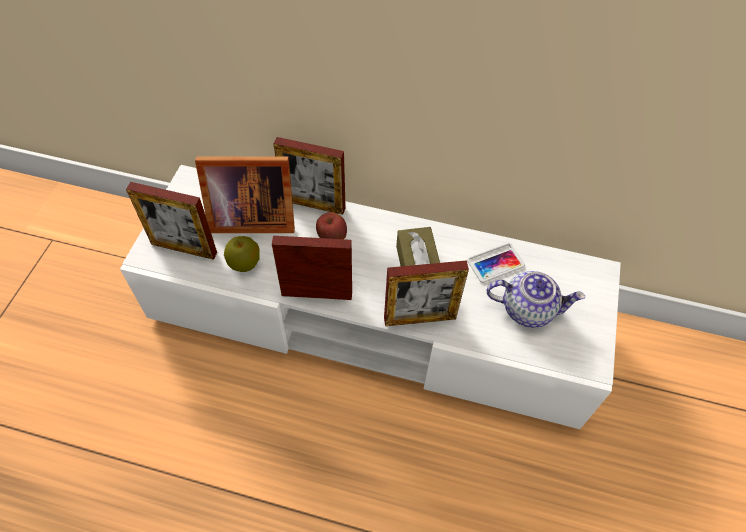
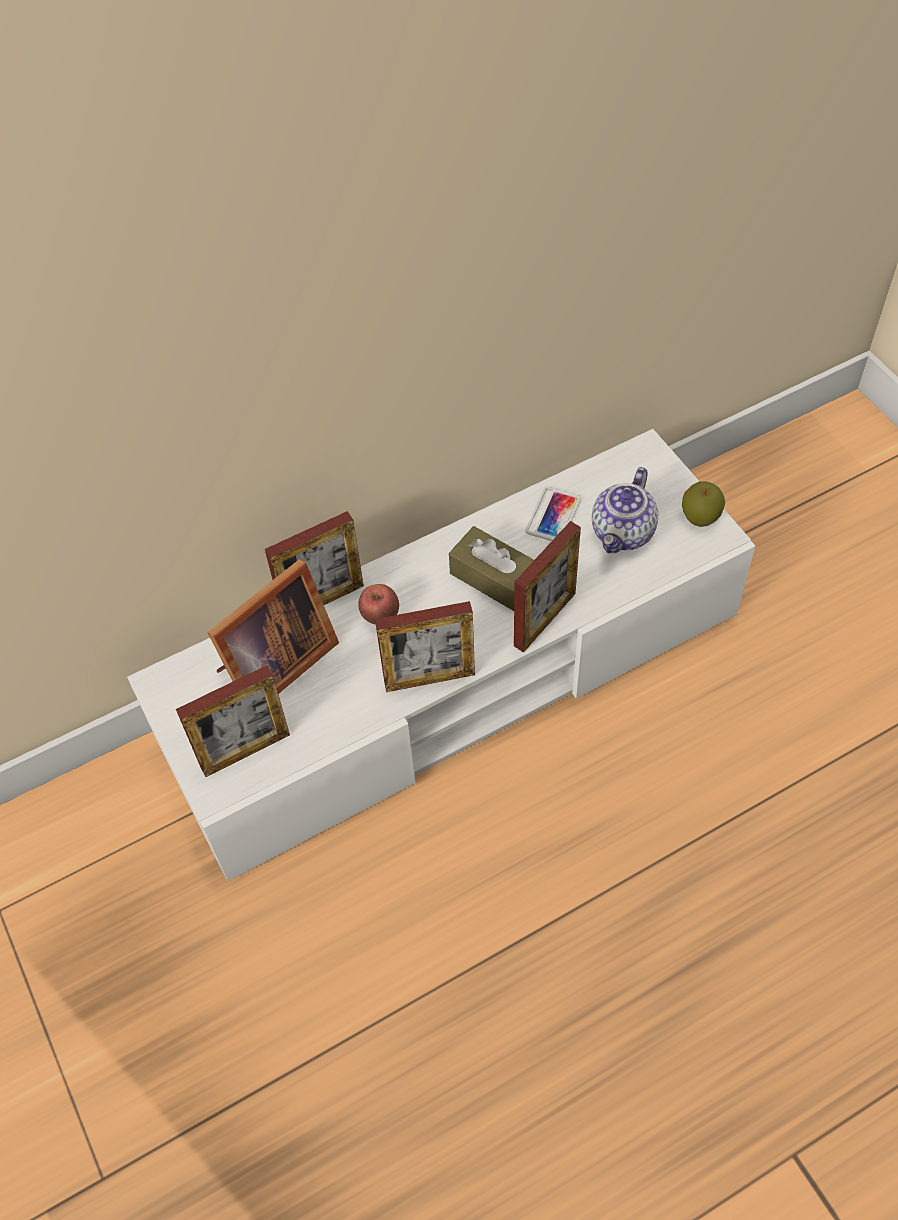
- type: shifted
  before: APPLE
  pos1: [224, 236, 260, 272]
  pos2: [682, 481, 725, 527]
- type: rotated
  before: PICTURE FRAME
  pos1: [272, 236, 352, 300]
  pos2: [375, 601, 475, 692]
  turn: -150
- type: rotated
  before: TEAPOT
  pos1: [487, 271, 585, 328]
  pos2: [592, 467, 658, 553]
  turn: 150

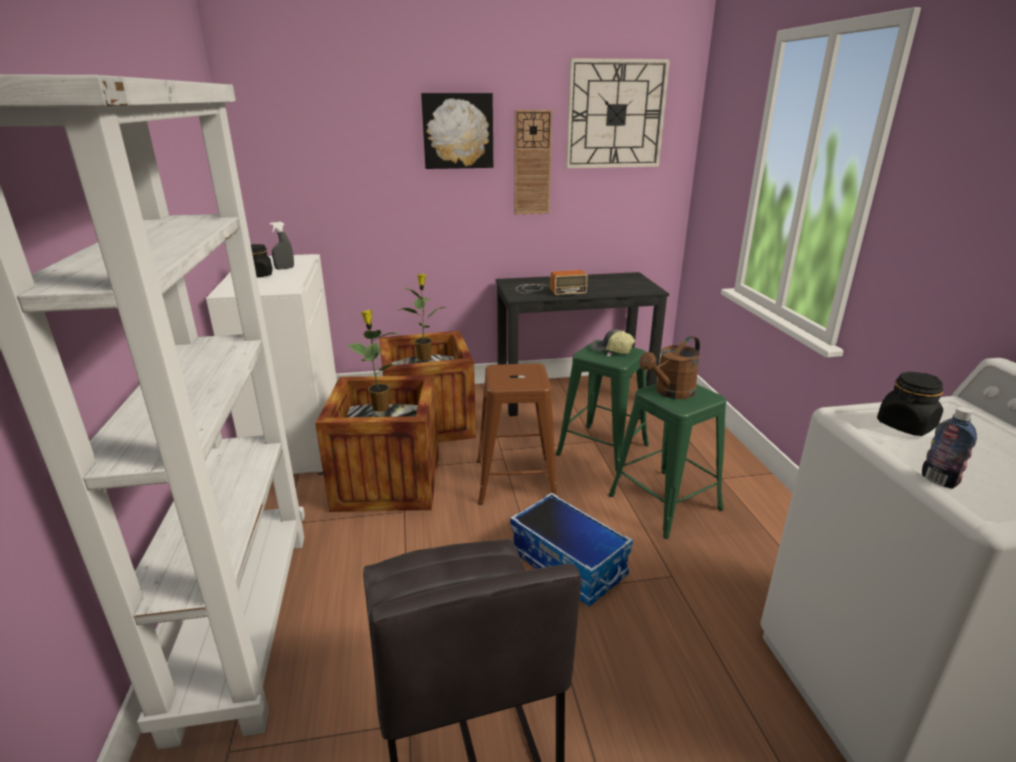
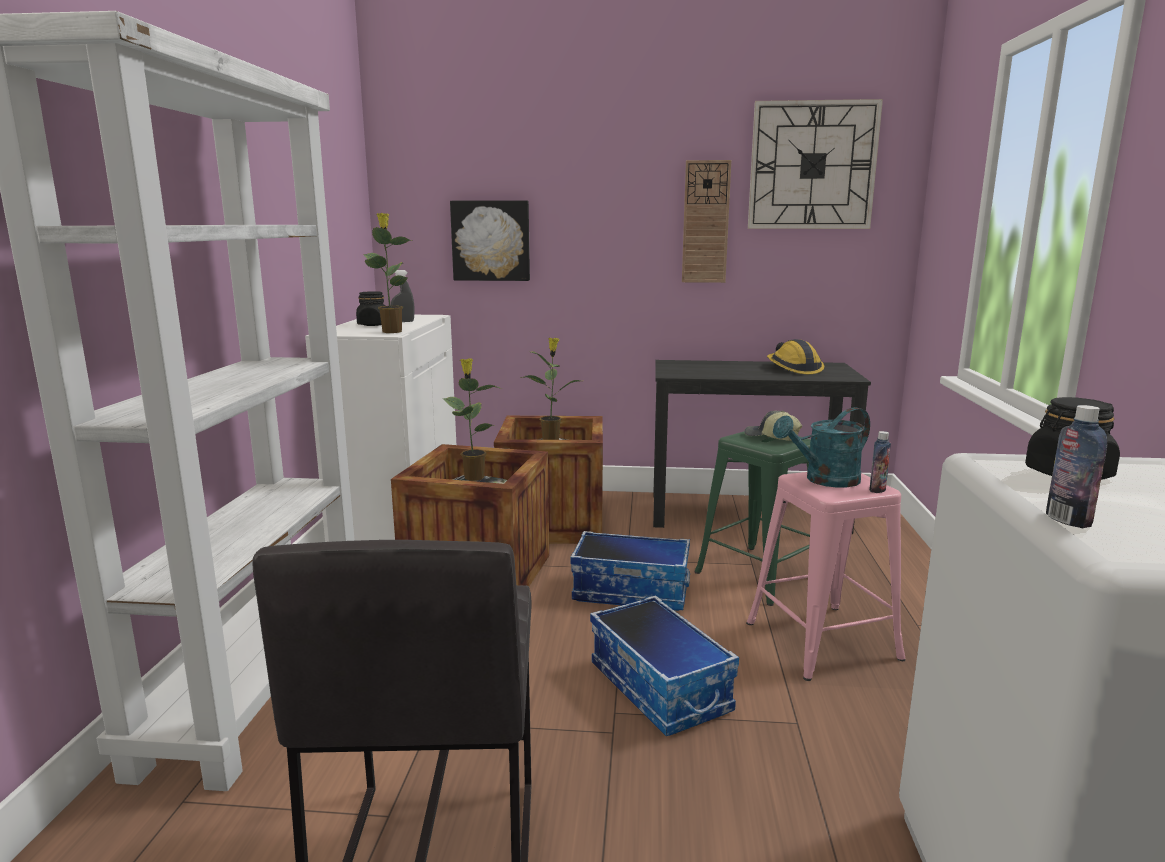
- type: gone
  before: RADIO
  pos1: [516, 270, 588, 295]
- type: new
  after: POTTED PLANT
  pos2: [363, 213, 412, 333]
- type: new
  after: HARD HAT
  pos2: [767, 339, 824, 374]
- type: new
  after: BOTTLE
  pos2: [869, 431, 891, 493]
- type: shifted
  before: PICTURE
  pos1: [421, 93, 493, 169]
  pos2: [450, 200, 530, 281]
- type: swapped
  before: BROWN STOOL
  after: STORAGE BOX
  pos1: [477, 363, 558, 505]
  pos2: [570, 531, 690, 611]
- type: repainted
  before: GREEN STOOL
  after: PINK STOOL
  pos1: [608, 384, 727, 539]
  pos2: [746, 472, 905, 681]
- type: repainted
  before: BROWN WATERING CAN
  after: TURQUOISE WATERING CAN
  pos1: [639, 336, 700, 399]
  pos2: [773, 407, 870, 488]

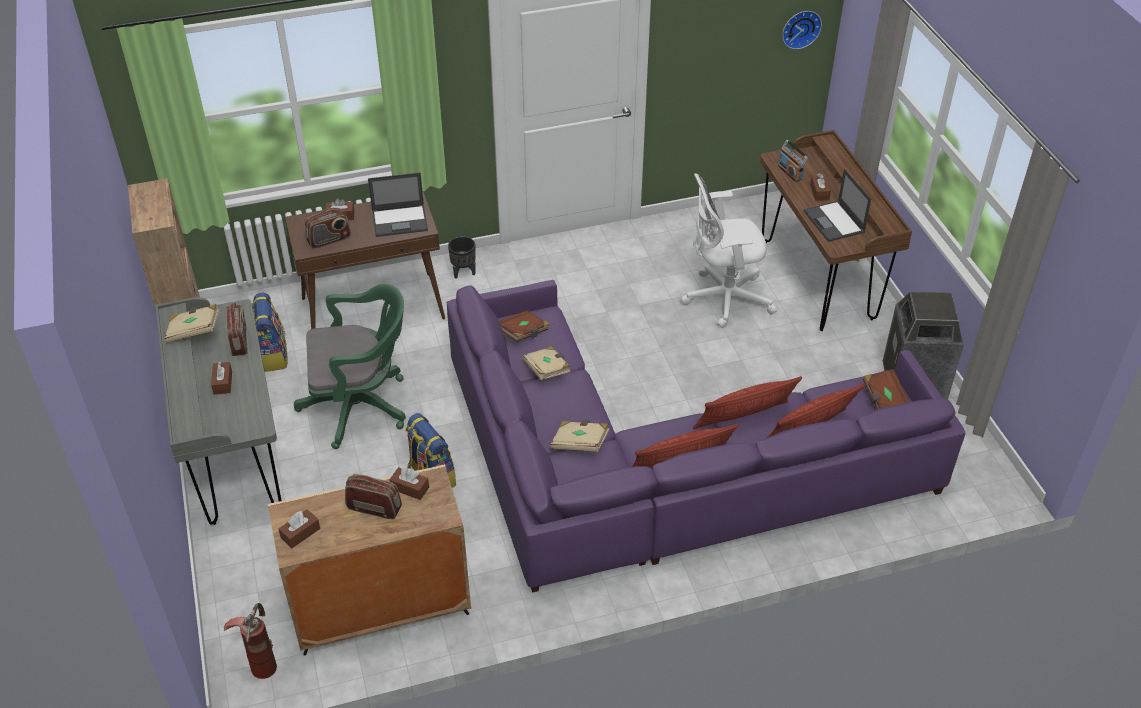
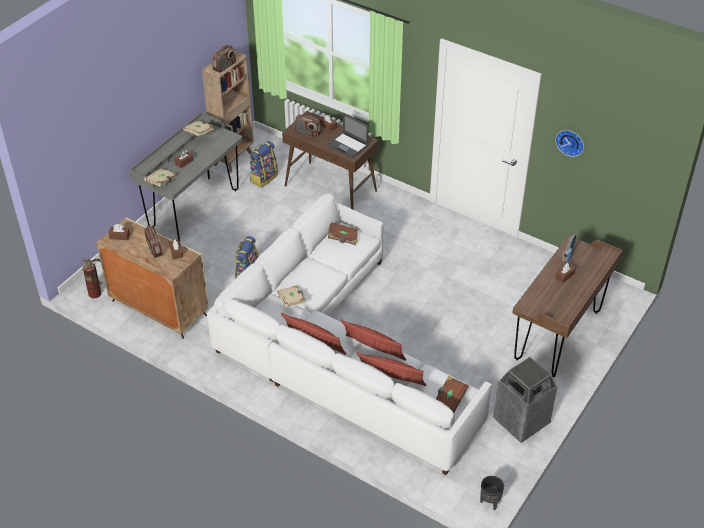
- type: gone
  before: GREEN OFFICE CHAIR
  pos1: [294, 284, 406, 449]
- type: gone
  before: WHITE OFFICE CHAIR
  pos1: [681, 173, 777, 328]
- type: gone
  before: LAPTOP
  pos1: [804, 169, 871, 242]
- type: shifted
  before: RADIO
  pos1: [226, 303, 247, 356]
  pos2: [212, 45, 236, 73]
- type: shifted
  before: BLACK PLANTER
  pos1: [448, 236, 476, 279]
  pos2: [480, 476, 504, 510]
- type: shifted
  before: BEIGE BOOK
  pos1: [522, 346, 570, 380]
  pos2: [144, 168, 177, 187]
- type: shifted
  before: WALL CLOCK
  pos1: [782, 11, 822, 49]
  pos2: [555, 130, 584, 157]
- type: repainted
  before: PURPLE SOFA
  after: WHITE SOFA
  pos1: [447, 280, 965, 593]
  pos2: [207, 194, 492, 475]

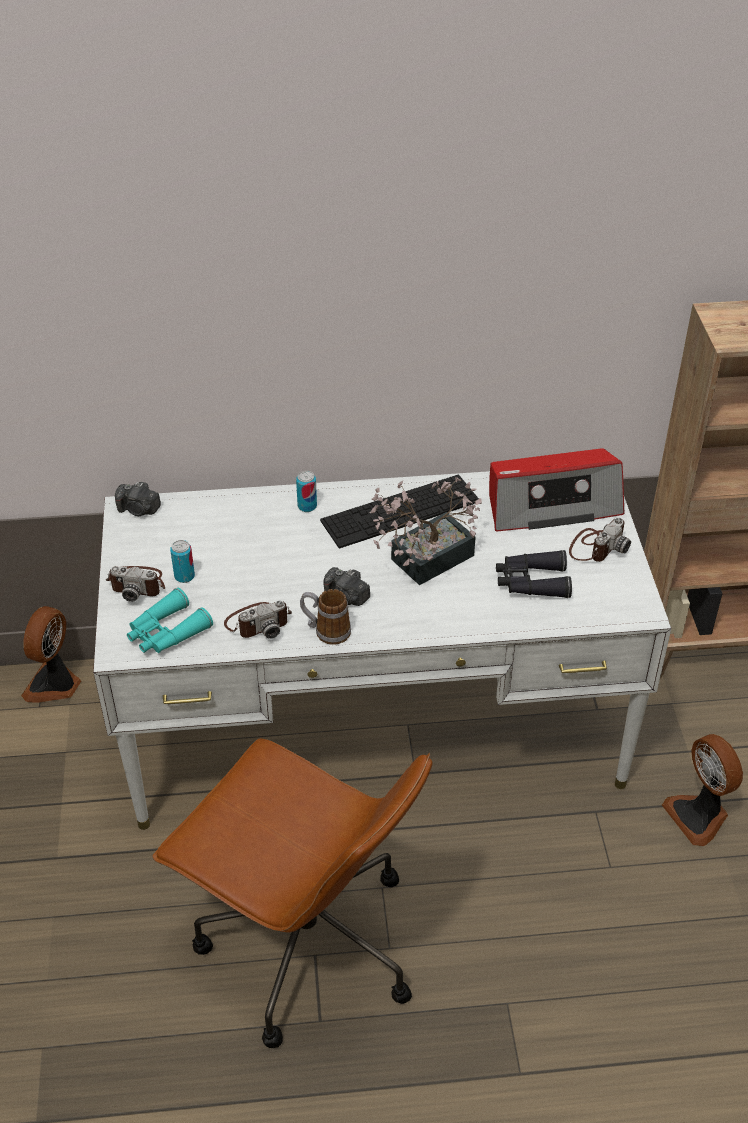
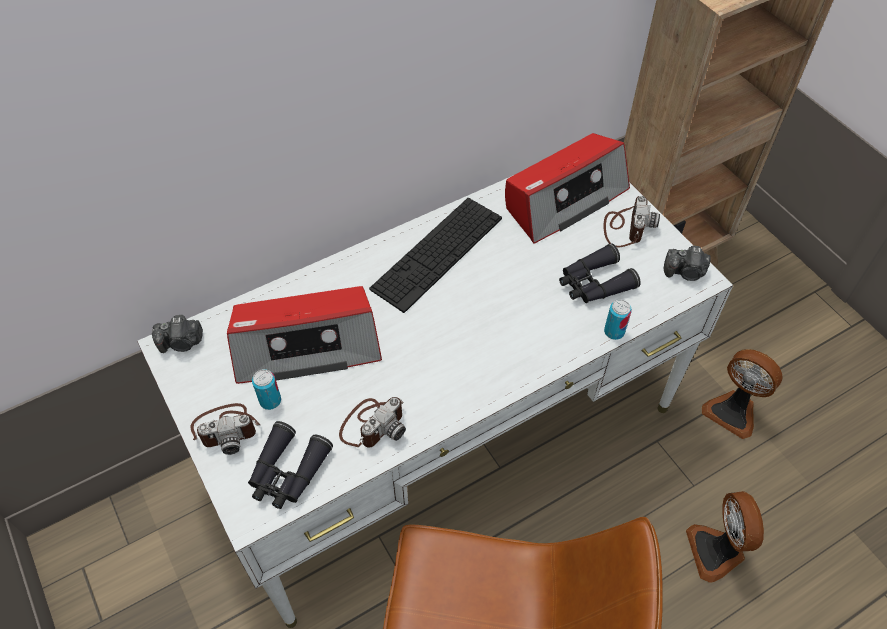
- type: gone
  before: MUG
  pos1: [300, 589, 351, 645]
- type: gone
  before: POTTED PLANT
  pos1: [369, 477, 482, 585]
- type: new
  after: RADIO
  pos2: [227, 286, 382, 384]
- type: shifted
  before: FAN
  pos1: [21, 606, 81, 703]
  pos2: [686, 491, 764, 582]
- type: shifted
  before: CAN
  pos1: [296, 471, 317, 512]
  pos2: [604, 300, 632, 340]
- type: shifted
  before: PHOTO CAMERA
  pos1: [324, 567, 370, 606]
  pos2: [664, 245, 711, 281]
- type: repainted
  before: TURQUOISE BINOCULARS
  after: BLACK BINOCULARS
  pos1: [127, 588, 213, 653]
  pos2: [248, 421, 333, 509]

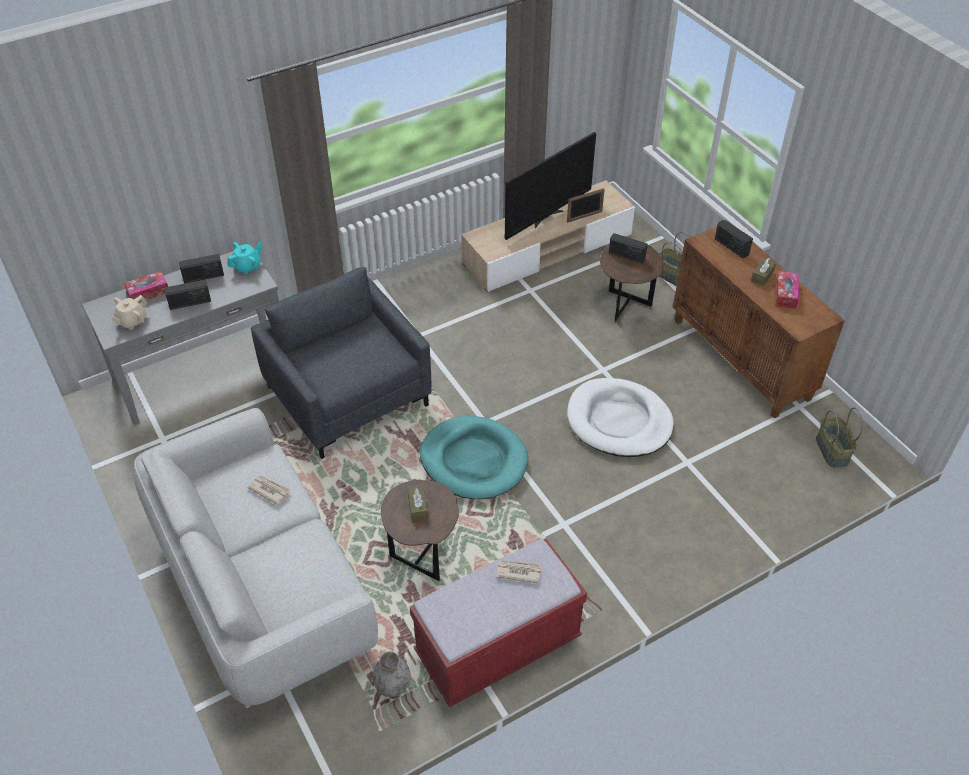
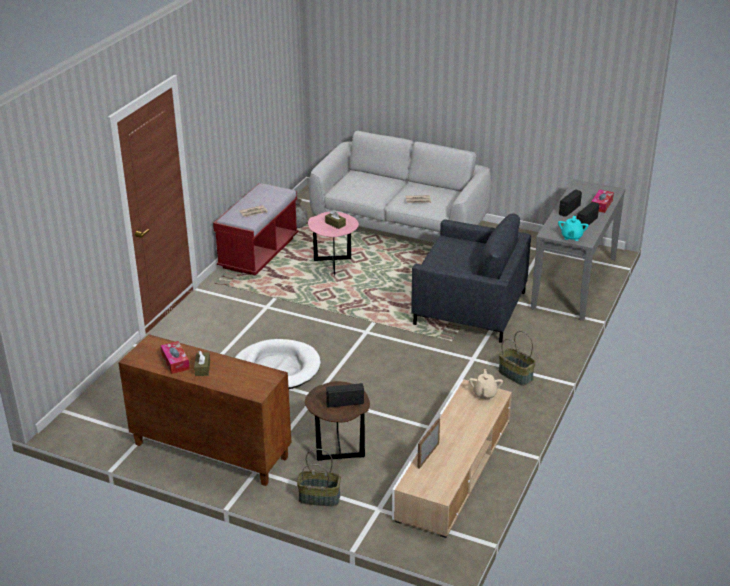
- type: gone
  before: TURQUOISE DOG BED
  pos1: [420, 416, 528, 499]
- type: gone
  before: TELEVISION
  pos1: [505, 132, 596, 240]
- type: gone
  before: RADIO
  pos1: [715, 220, 753, 259]
- type: shifted
  before: BEIGE TEAPOT
  pos1: [109, 295, 147, 330]
  pos2: [469, 369, 503, 399]
- type: shifted
  before: BASKET
  pos1: [816, 407, 863, 468]
  pos2: [499, 331, 536, 385]
- type: repainted
  before: BROWN SIDE TABLE
  after: PINK SIDE TABLE
  pos1: [381, 480, 459, 581]
  pos2: [308, 212, 359, 275]

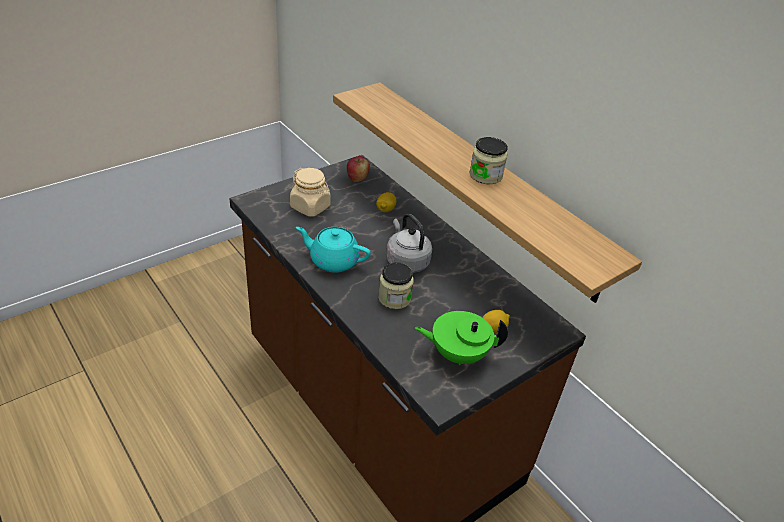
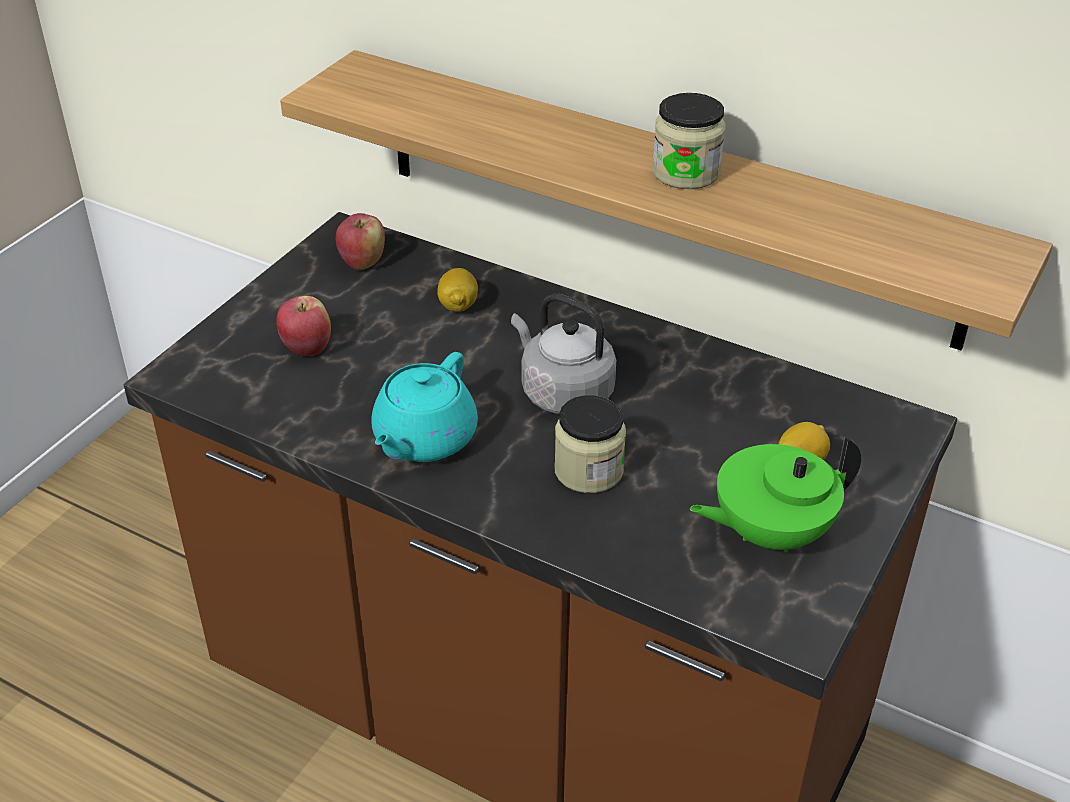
- type: swapped
  before: BEIGE JAR
  after: APPLE
  pos1: [290, 168, 331, 217]
  pos2: [276, 296, 331, 356]
- type: rotated
  before: TURQUOISE TEAPOT
  pos1: [296, 227, 371, 272]
  pos2: [371, 352, 478, 462]
  turn: -60

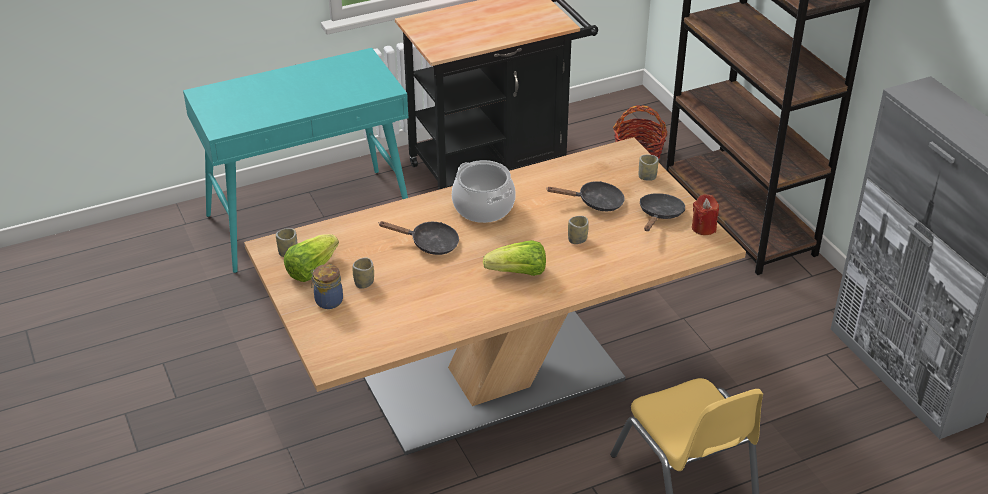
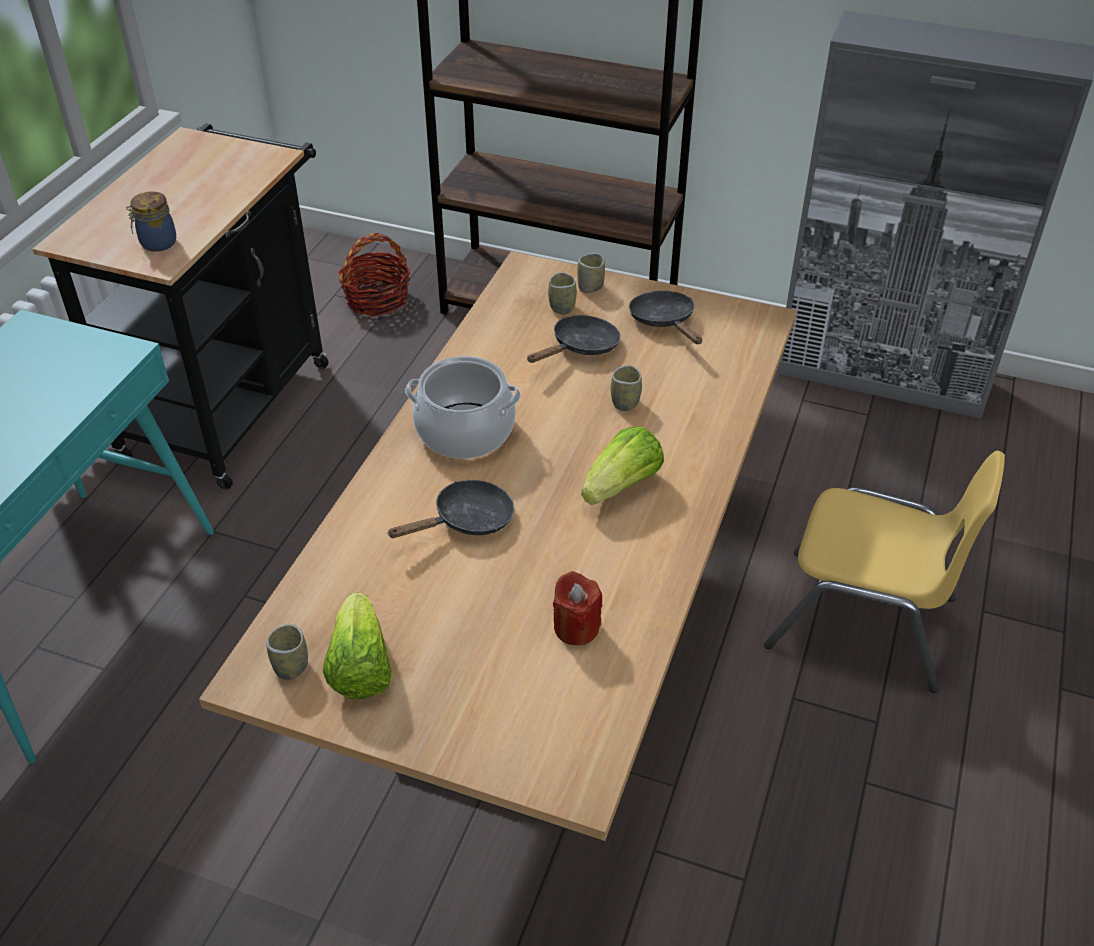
- type: shifted
  before: JAR
  pos1: [311, 264, 343, 309]
  pos2: [126, 191, 176, 252]
- type: shifted
  before: CUP
  pos1: [353, 257, 374, 289]
  pos2: [548, 272, 577, 315]
- type: shifted
  before: RED CANDLE
  pos1: [692, 194, 719, 235]
  pos2: [553, 571, 602, 645]

